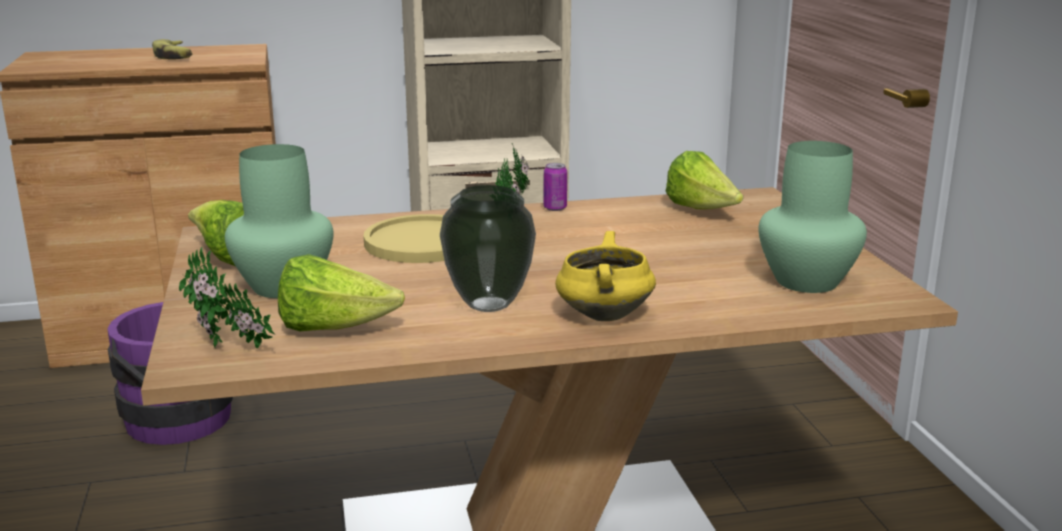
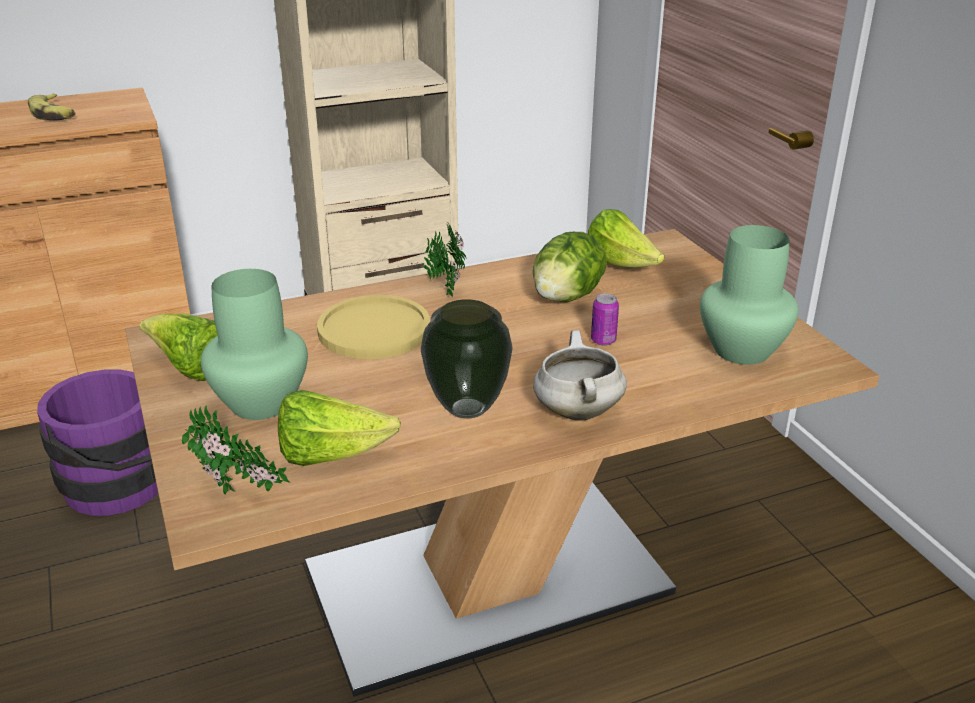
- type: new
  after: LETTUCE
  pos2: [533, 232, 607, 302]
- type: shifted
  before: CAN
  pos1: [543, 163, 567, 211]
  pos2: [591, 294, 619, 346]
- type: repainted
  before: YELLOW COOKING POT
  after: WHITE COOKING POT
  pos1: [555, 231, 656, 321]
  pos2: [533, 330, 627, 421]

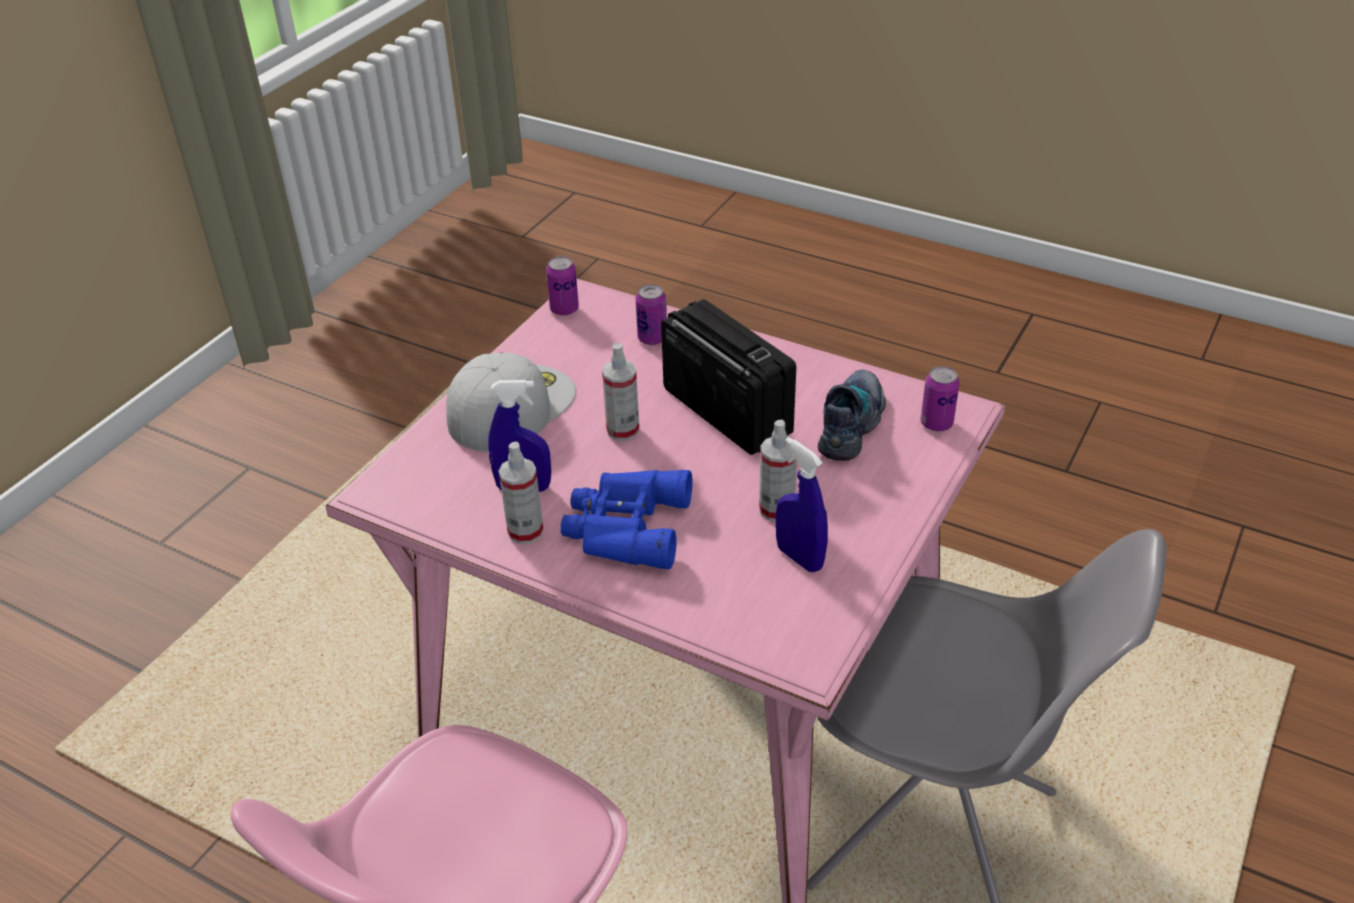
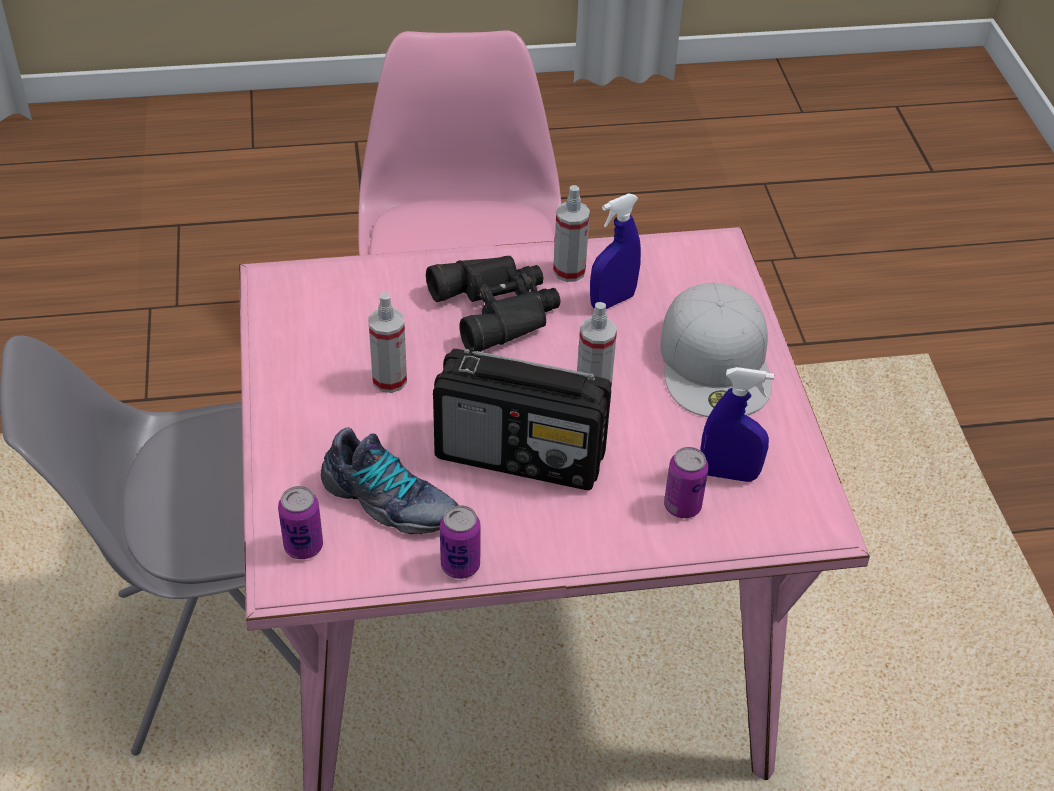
- type: shifted
  before: CAN
  pos1: [546, 256, 579, 316]
  pos2: [440, 505, 481, 579]
- type: shifted
  before: BLUE SPRAY BOTTLE
  pos1: [776, 437, 828, 572]
  pos2: [700, 367, 774, 482]
- type: repainted
  before: BLUE BINOCULARS
  after: BLACK BINOCULARS
  pos1: [561, 470, 692, 569]
  pos2: [426, 256, 560, 352]
- type: rotated
  before: SHOE
  pos1: [818, 370, 886, 461]
  pos2: [321, 427, 458, 534]
  turn: -45

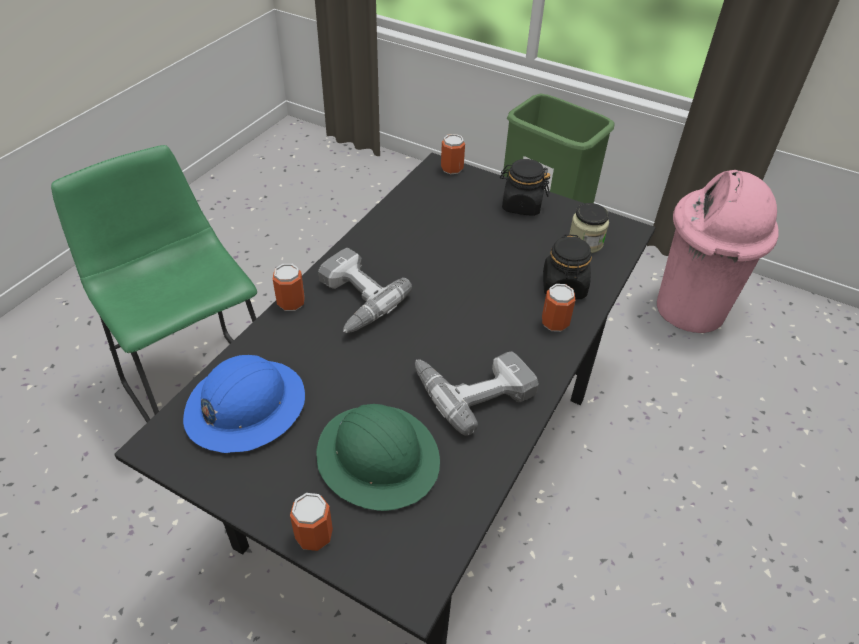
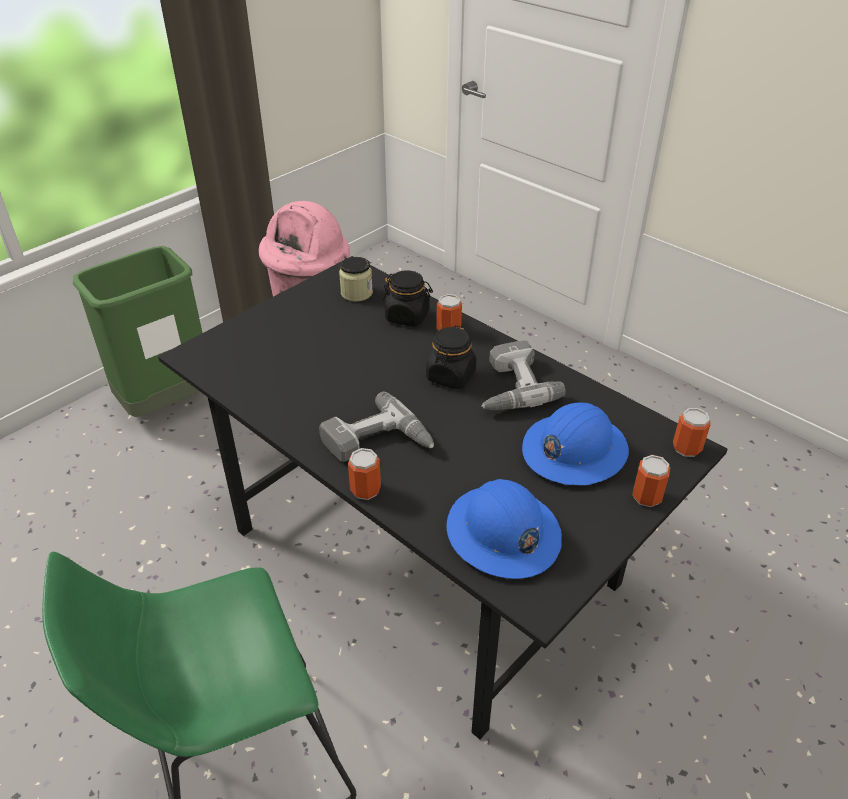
- type: shifted
  before: CAN
  pos1: [441, 134, 465, 174]
  pos2: [673, 408, 711, 457]
- type: shifted
  before: BLACK JAR
  pos1: [500, 159, 550, 216]
  pos2: [426, 325, 476, 389]
- type: repainted
  before: GREEN HARD HAT
  after: BLUE HARD HAT
  pos1: [316, 404, 440, 511]
  pos2: [522, 403, 629, 485]

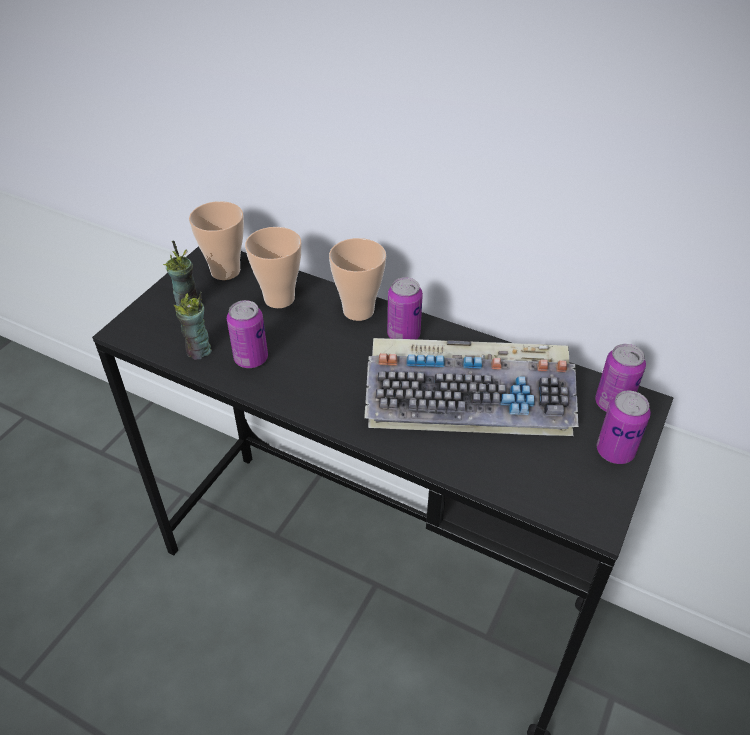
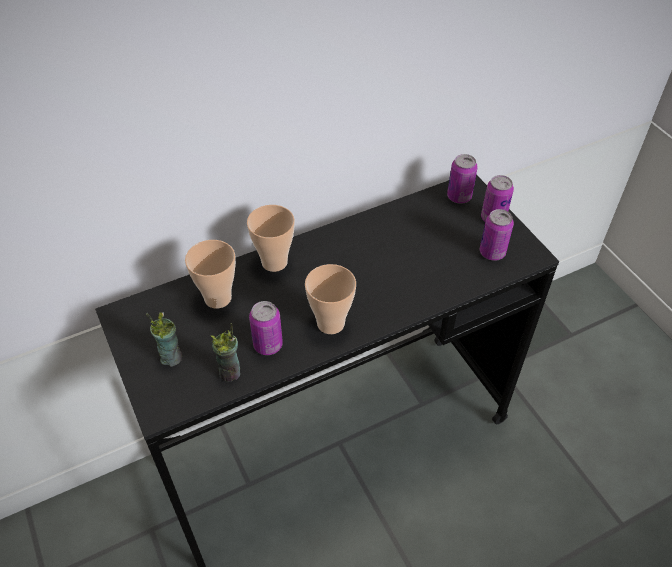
- type: gone
  before: KEYBOARD
  pos1: [364, 338, 579, 436]
- type: shifted
  before: CUP
  pos1: [189, 201, 244, 280]
  pos2: [305, 264, 356, 334]
- type: shifted
  before: CAN
  pos1: [387, 277, 423, 339]
  pos2: [480, 209, 514, 261]

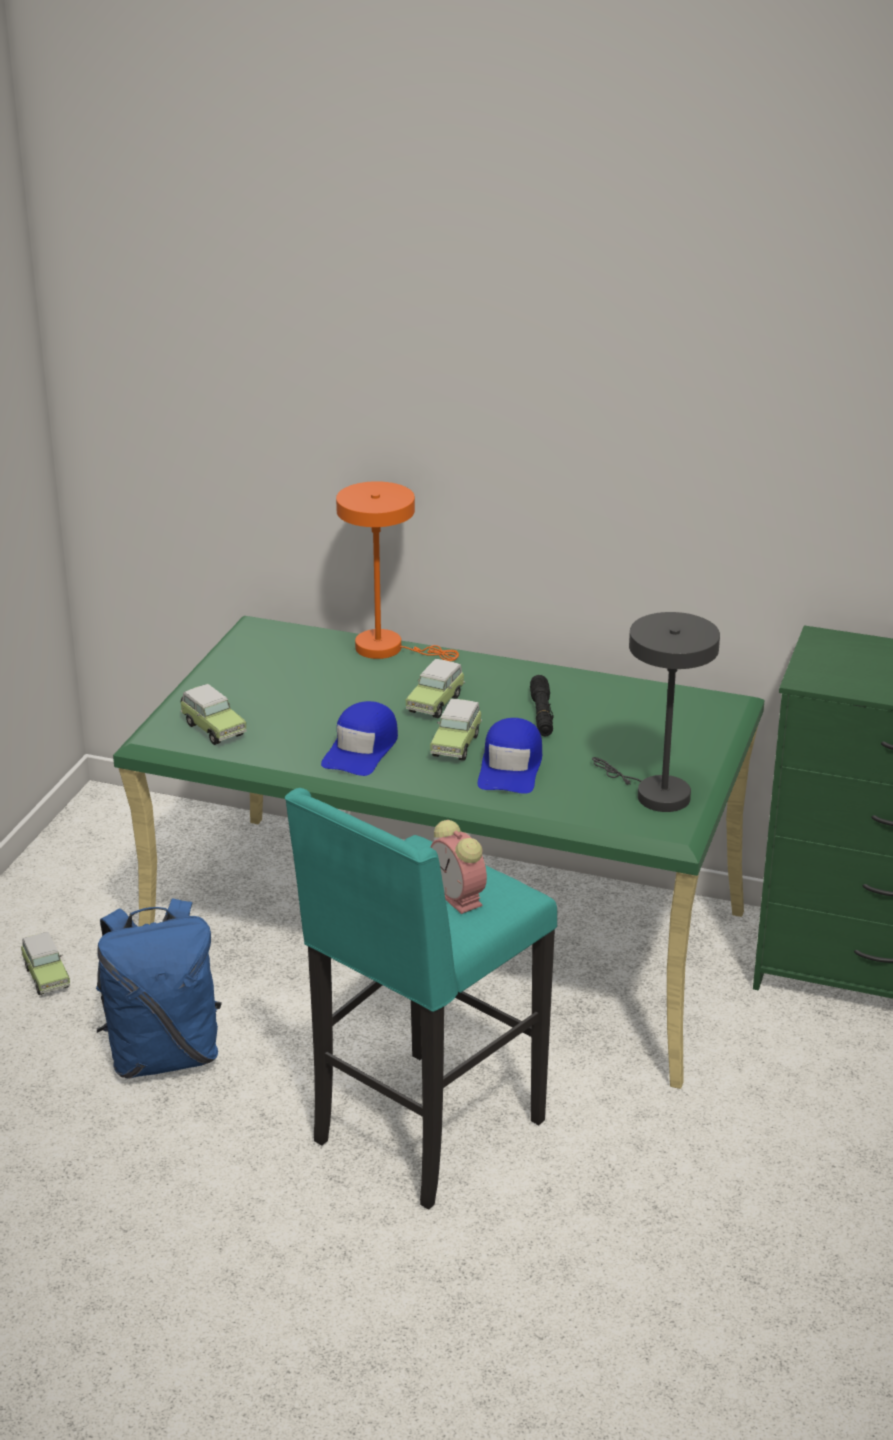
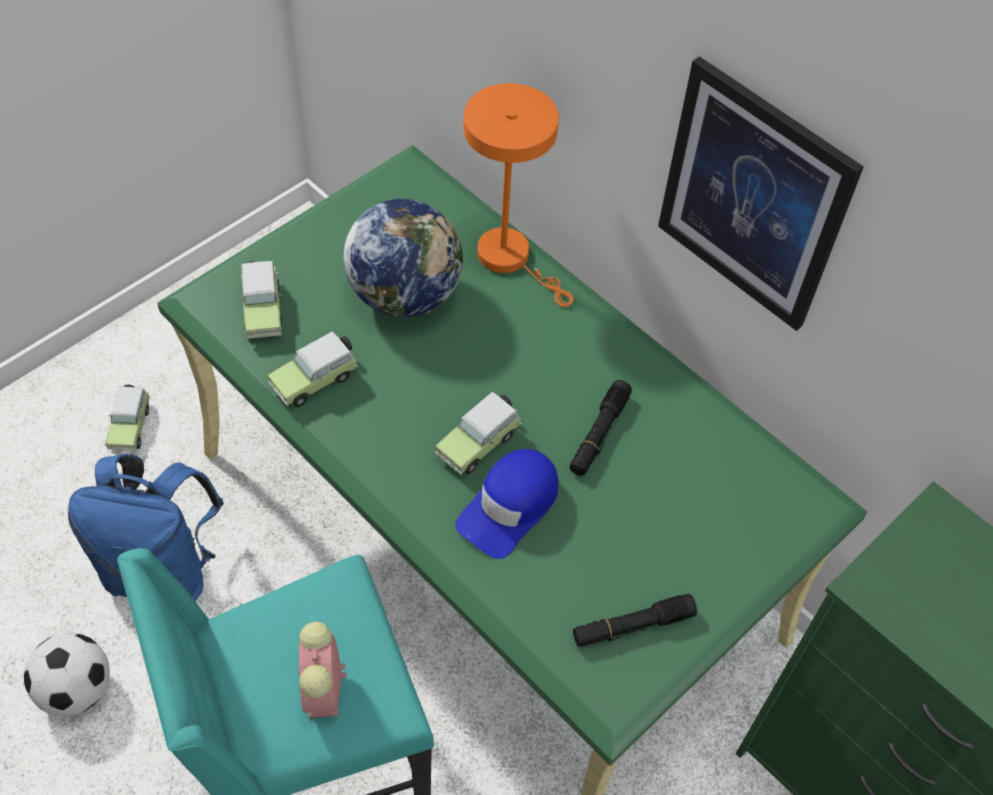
- type: gone
  before: BLUE CAP
  pos1: [321, 701, 398, 776]
- type: new
  after: FOOTBALL
  pos2: [24, 633, 110, 716]
- type: new
  after: GLOBE
  pos2: [343, 199, 463, 317]
- type: new
  after: PICTURE
  pos2: [658, 56, 864, 331]
- type: shifted
  before: TOY CAR
  pos1: [406, 659, 465, 718]
  pos2: [267, 331, 358, 407]
- type: swapped
  before: GREY TABLE LAMP
  after: BLACK FLASHLIGHT
  pos1: [592, 612, 720, 812]
  pos2: [573, 594, 697, 646]

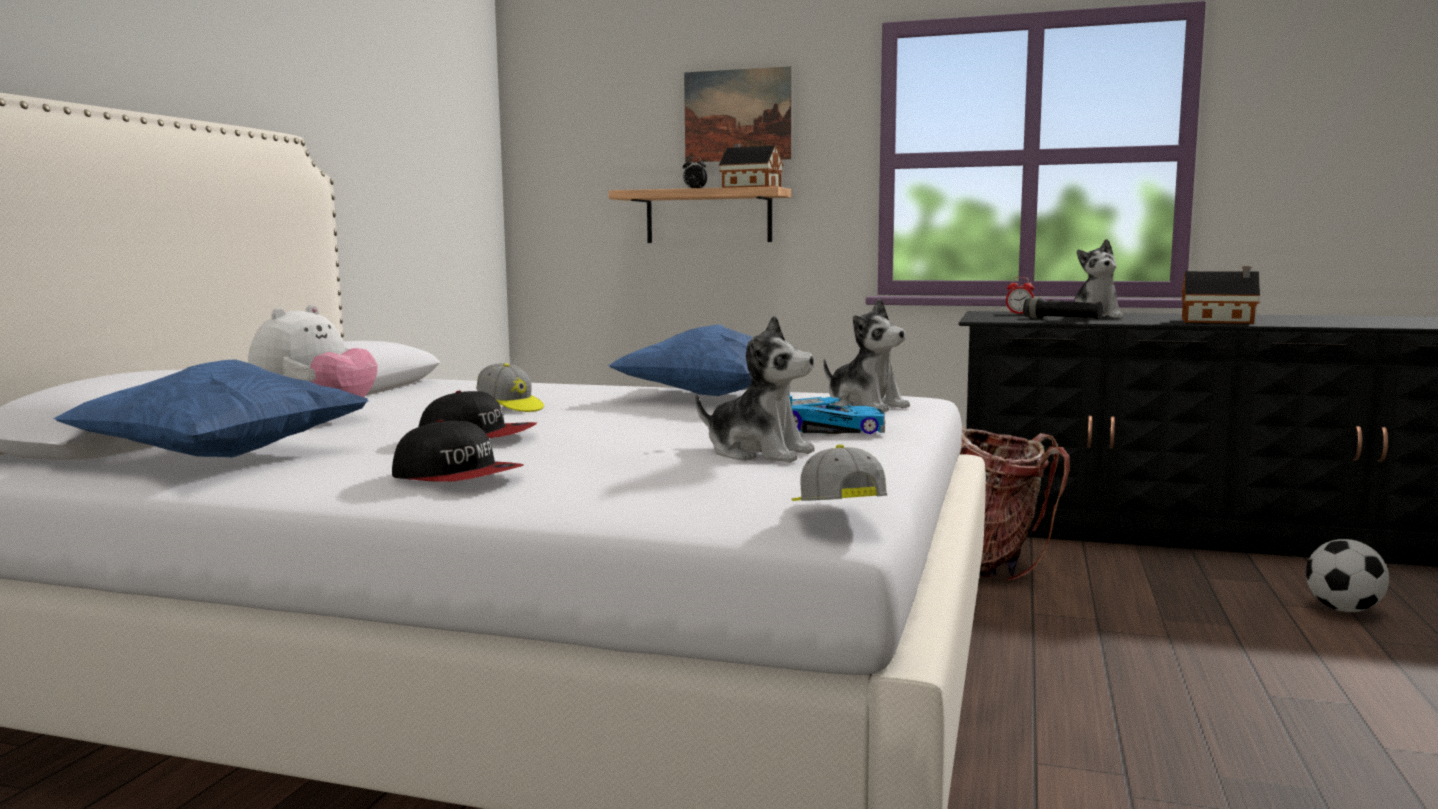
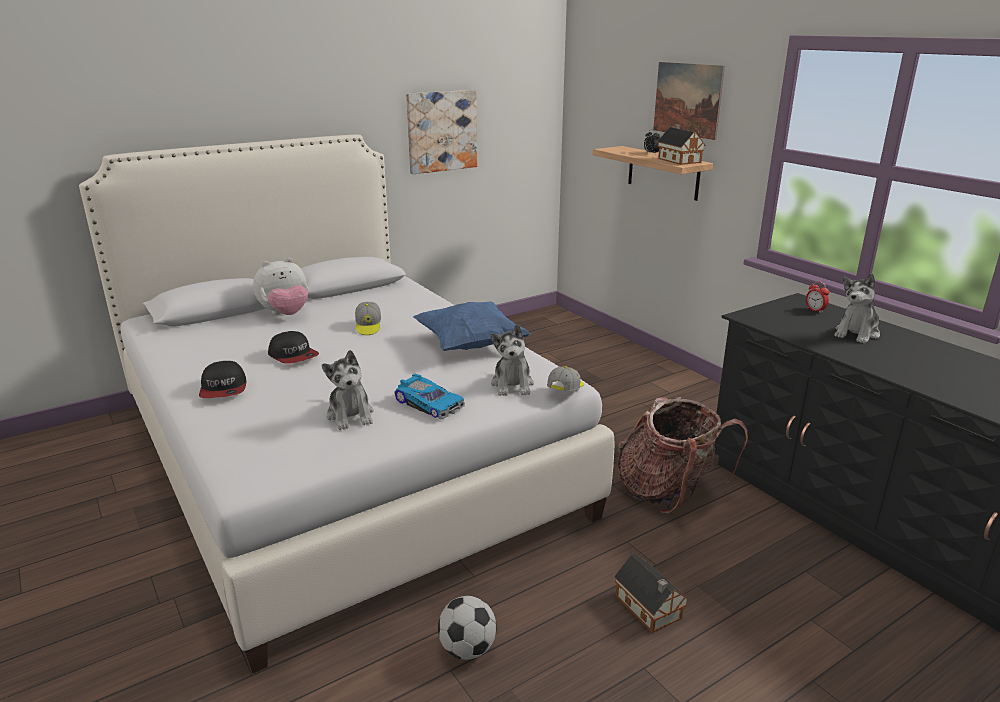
- type: gone
  before: BLUE PILLOW
  pos1: [53, 359, 368, 457]
- type: gone
  before: BLACK FLASHLIGHT
  pos1: [1023, 298, 1103, 319]
- type: new
  after: PICTURE
  pos2: [406, 90, 477, 174]
- type: shifted
  before: CAP
  pos1: [792, 445, 887, 501]
  pos2: [547, 366, 584, 391]
- type: shifted
  before: TOY HOUSE
  pos1: [1181, 266, 1260, 324]
  pos2: [614, 553, 689, 633]
- type: shifted
  before: FOOTBALL
  pos1: [1306, 539, 1389, 612]
  pos2: [438, 596, 497, 660]

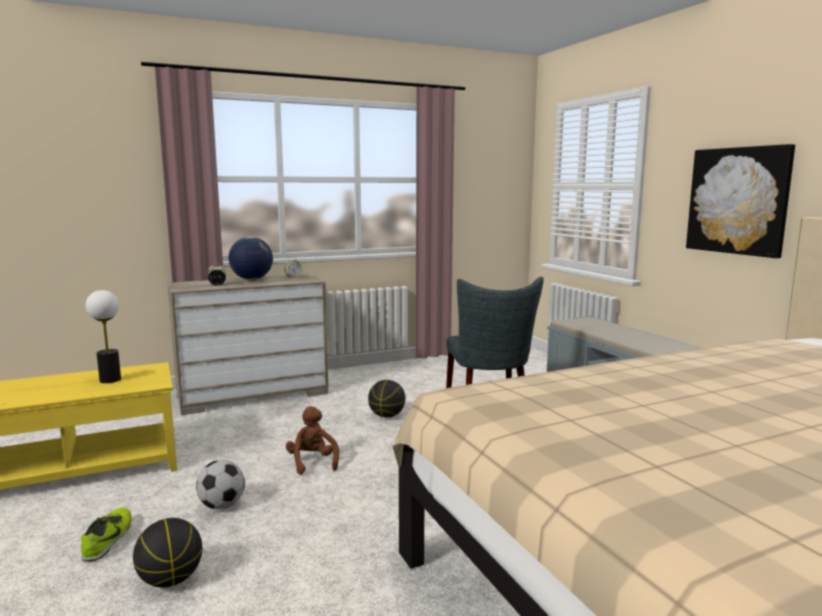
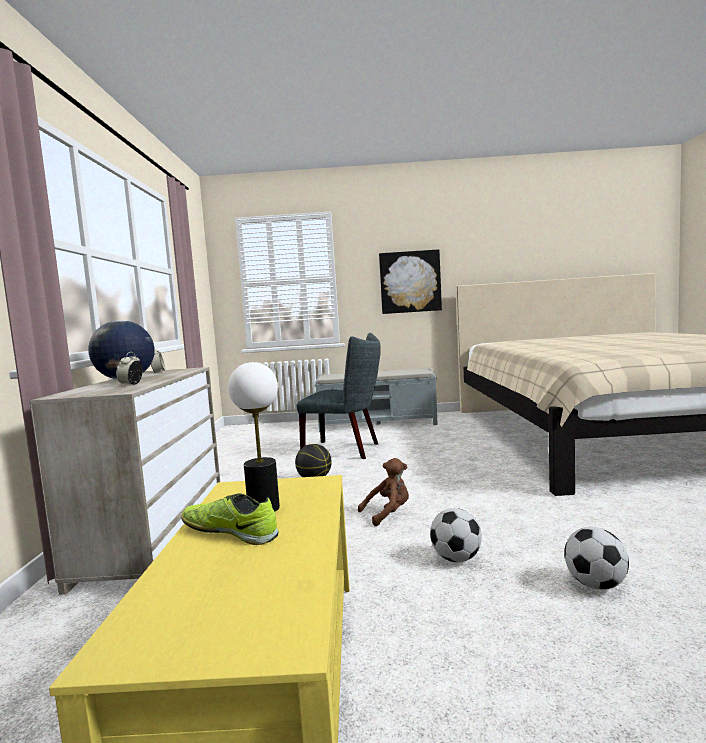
- type: shifted
  before: SHOE
  pos1: [81, 507, 132, 562]
  pos2: [181, 493, 279, 545]
- type: swapped
  before: BASKETBALL
  after: FOOTBALL
  pos1: [133, 518, 202, 587]
  pos2: [564, 527, 629, 590]
- type: rotated
  before: BROWN PLUSH TOY
  pos1: [286, 406, 339, 475]
  pos2: [358, 458, 409, 526]
  turn: 150

